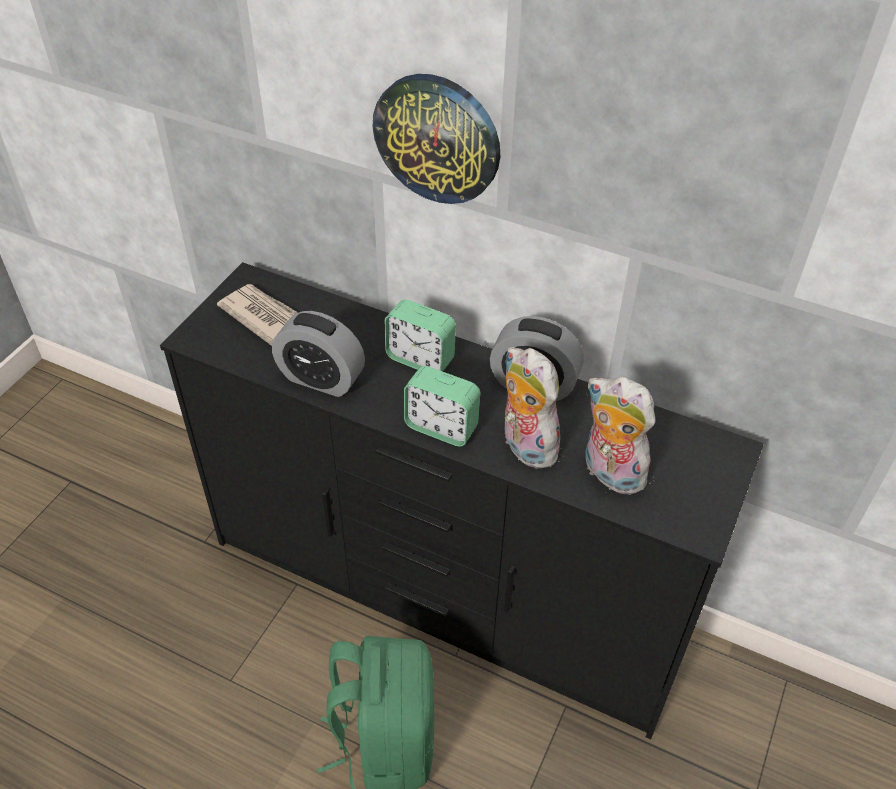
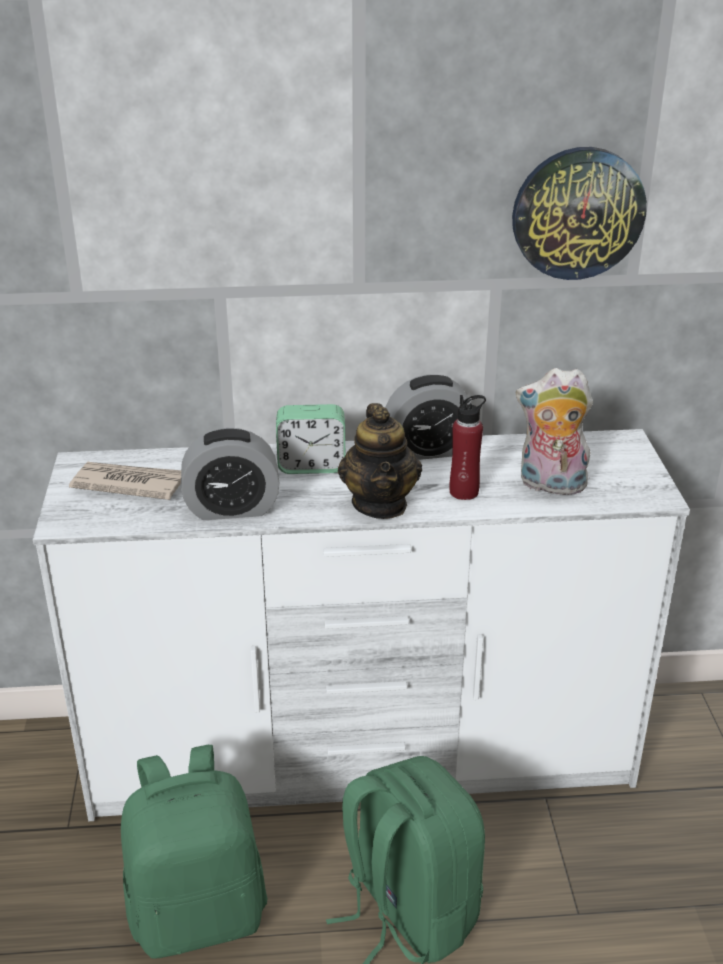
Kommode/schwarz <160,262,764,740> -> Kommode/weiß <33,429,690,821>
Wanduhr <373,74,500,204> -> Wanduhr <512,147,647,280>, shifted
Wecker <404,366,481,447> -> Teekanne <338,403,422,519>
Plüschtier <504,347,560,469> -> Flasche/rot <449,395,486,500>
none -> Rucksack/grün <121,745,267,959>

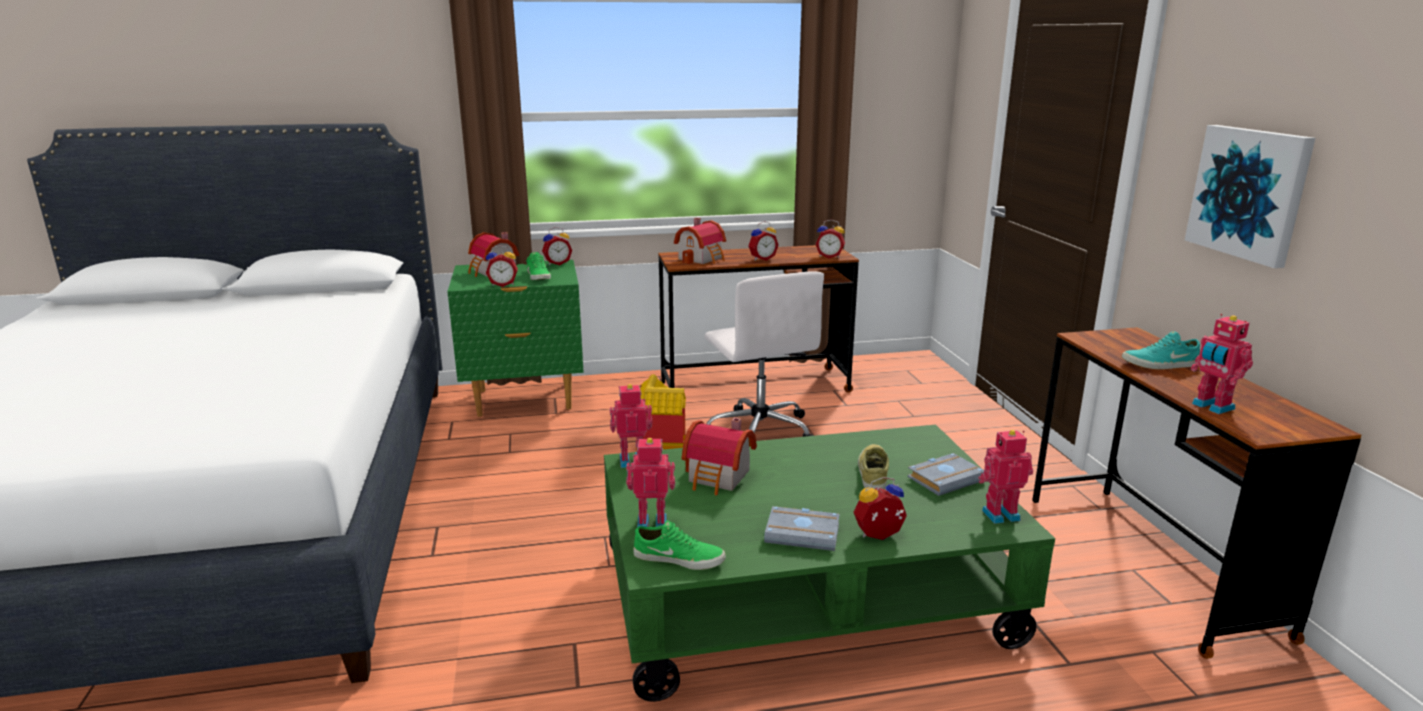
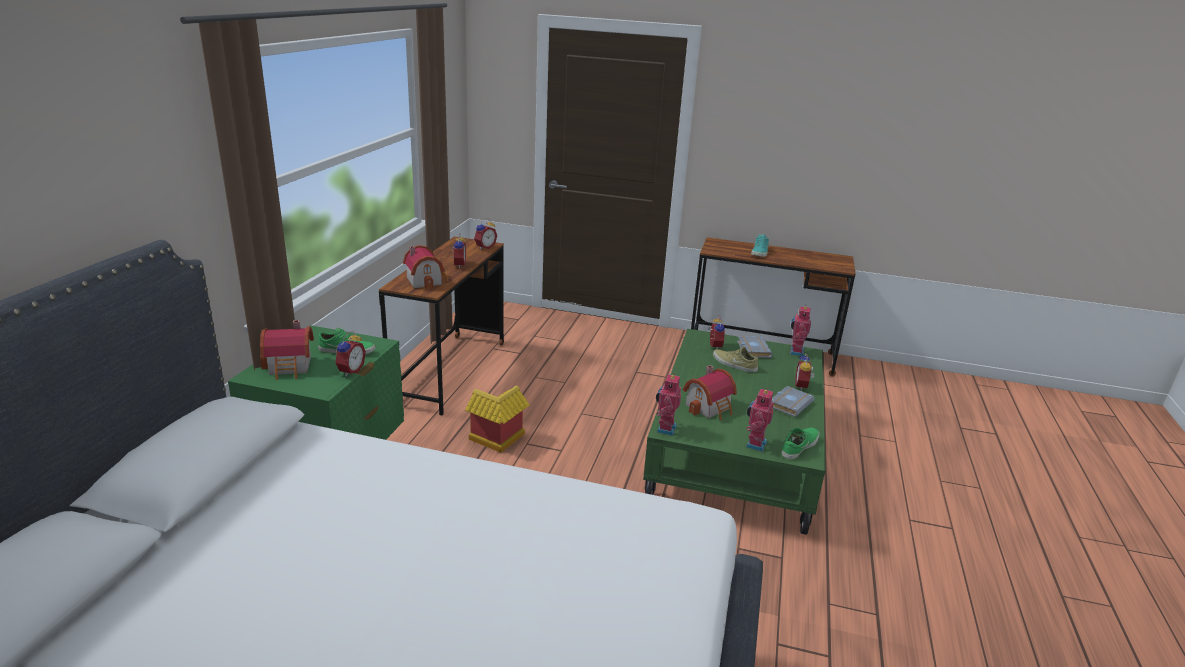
Wecker <542,227,572,265> -> Wecker <708,315,725,349>, shifted
Bürostuhl/weiß <705,271,824,437> -> none
Bild <1185,125,1315,268> -> none
Spielzeugroboter <1191,314,1253,414> -> none

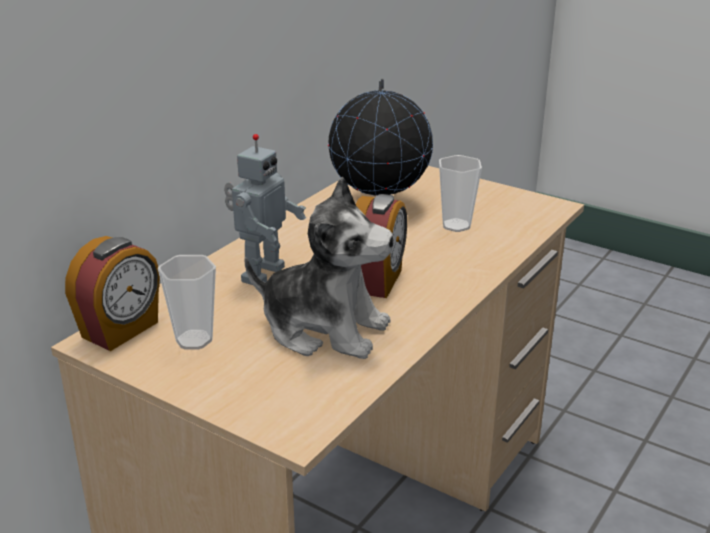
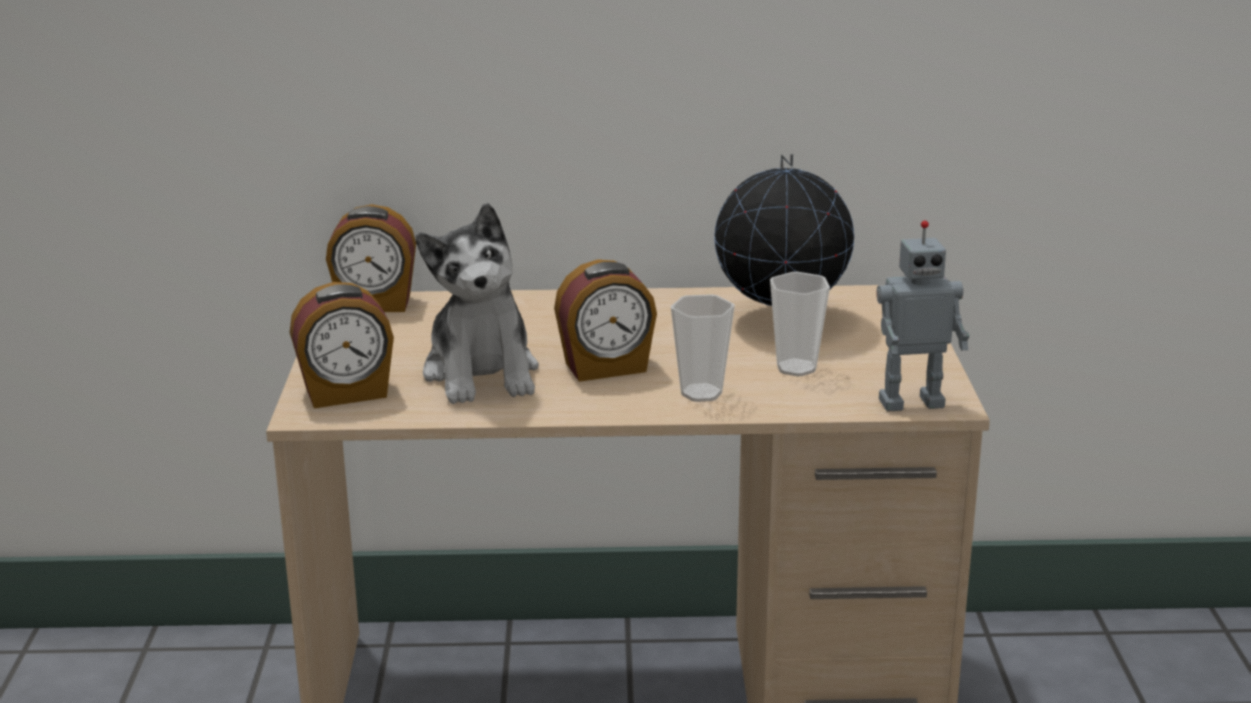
Tasse <158,255,216,349> -> Tasse <671,294,735,402>, shifted
Spielzeugroboter <224,134,306,285> -> Spielzeugroboter <876,220,969,412>, shifted
none -> Wecker <290,282,394,408>

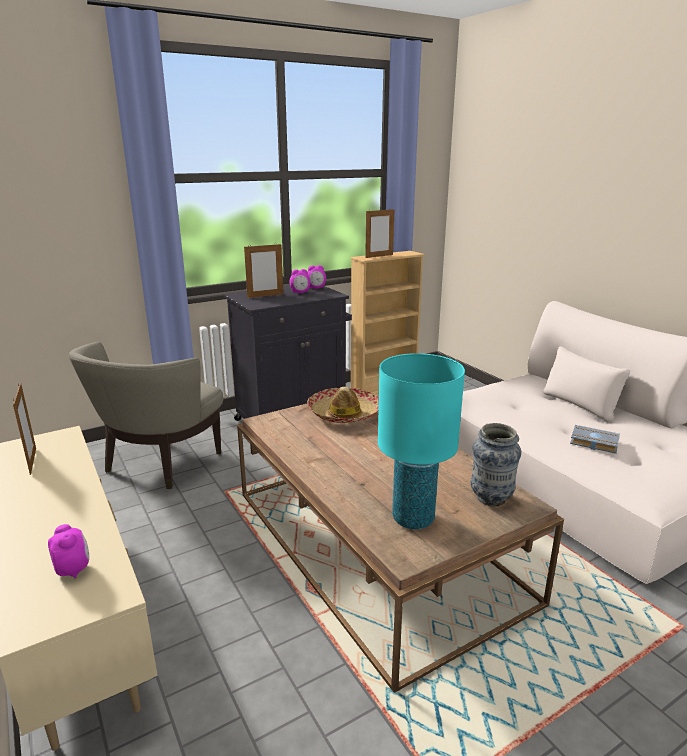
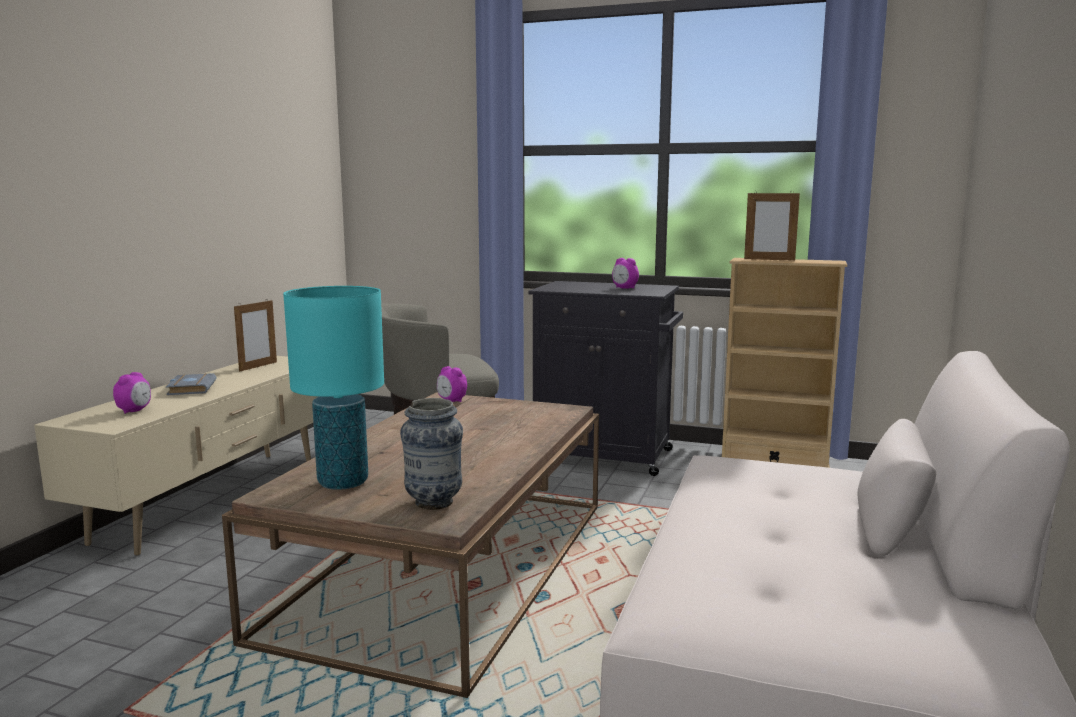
Bilderrahmen <244,244,283,298> -> none
Hut <307,387,379,423> -> none
Wecker <308,265,326,289> -> Wecker <437,366,467,402>, shifted
Buch/grau <570,425,620,454> -> Buch/grau <166,373,216,395>, shifted

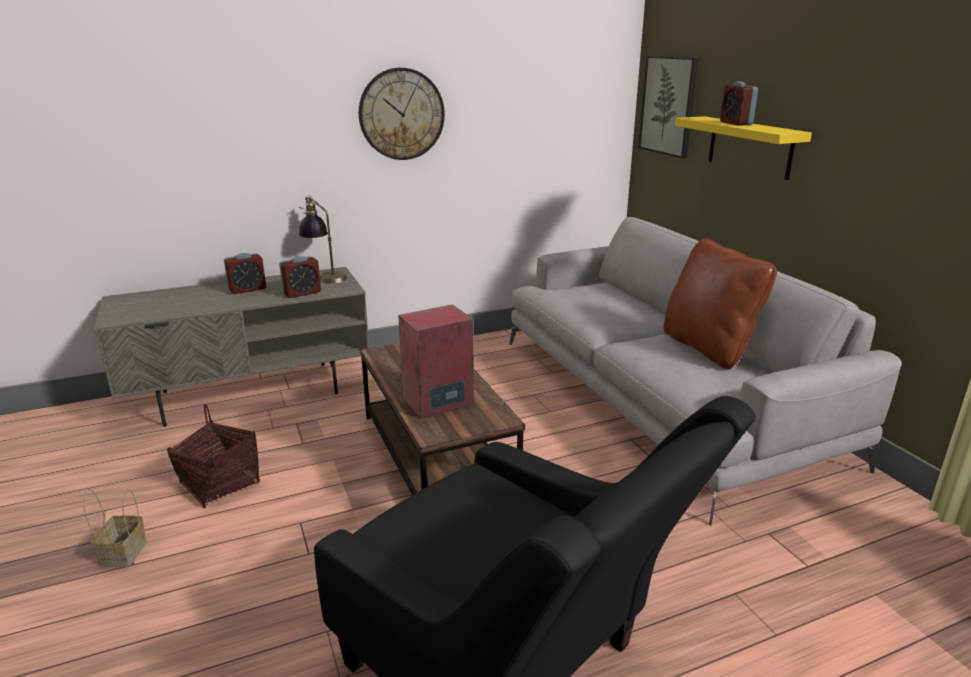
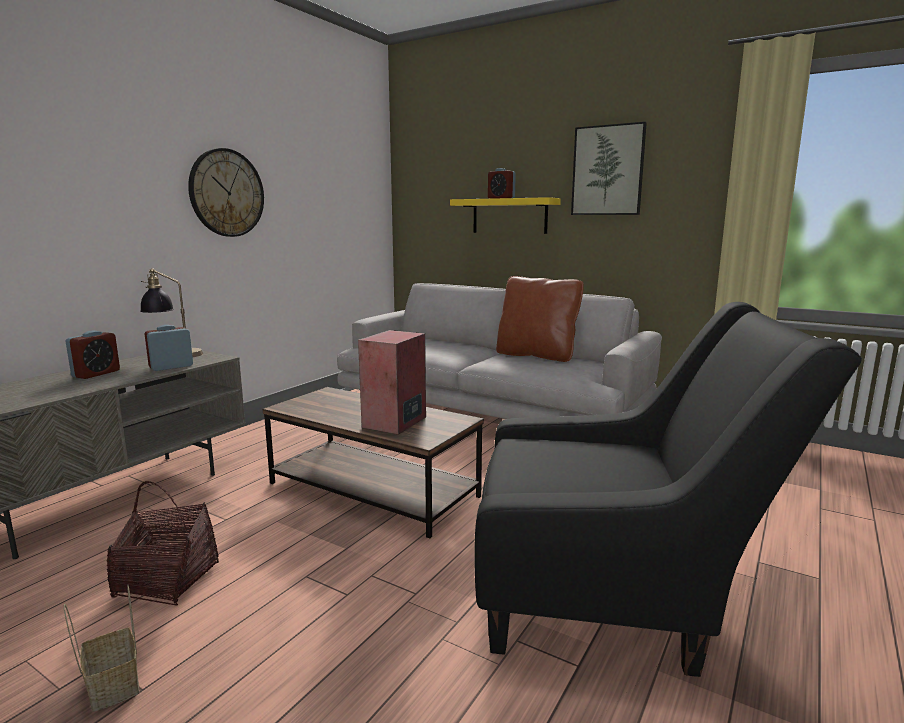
Wecker <279,256,321,298> -> Wecker <145,325,193,371>, 150 degrees counterclockwise
Bild <638,56,699,158> -> Bild <571,122,647,215>, shifted

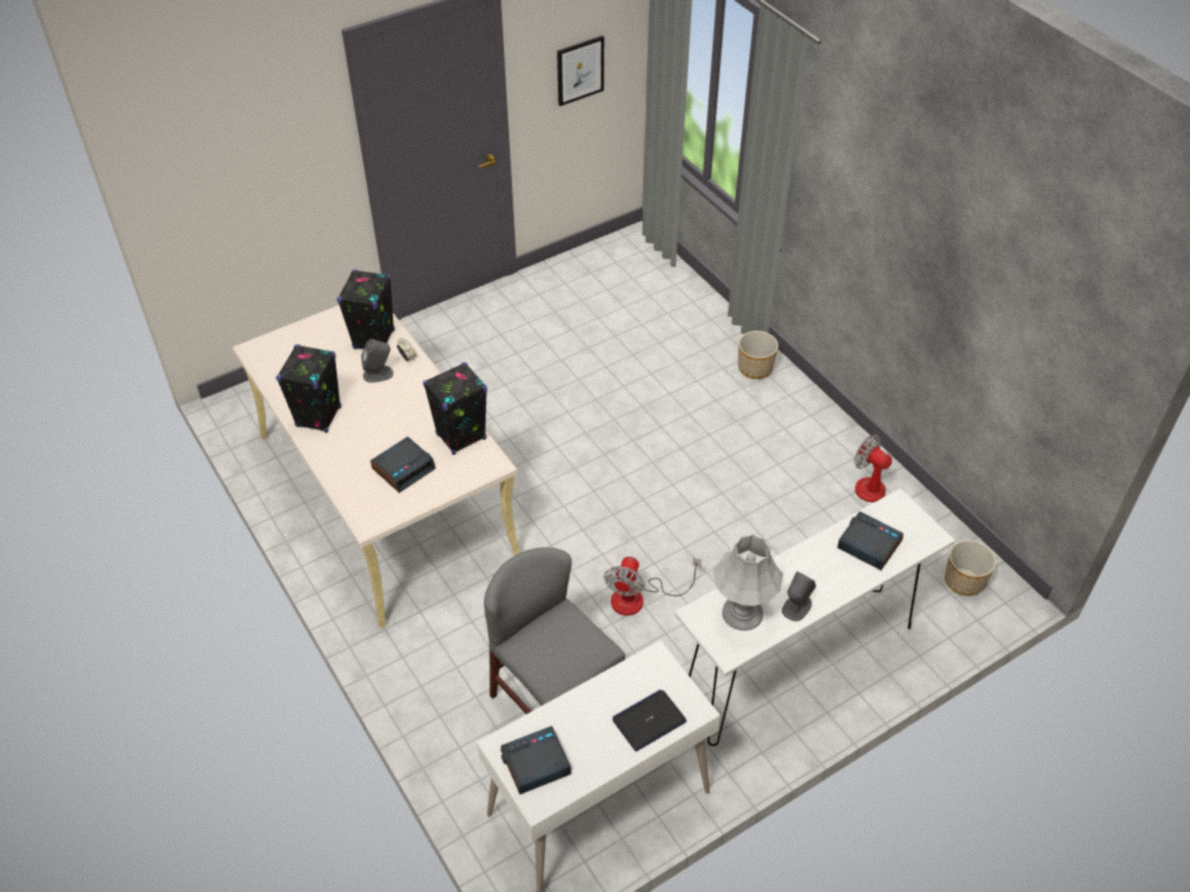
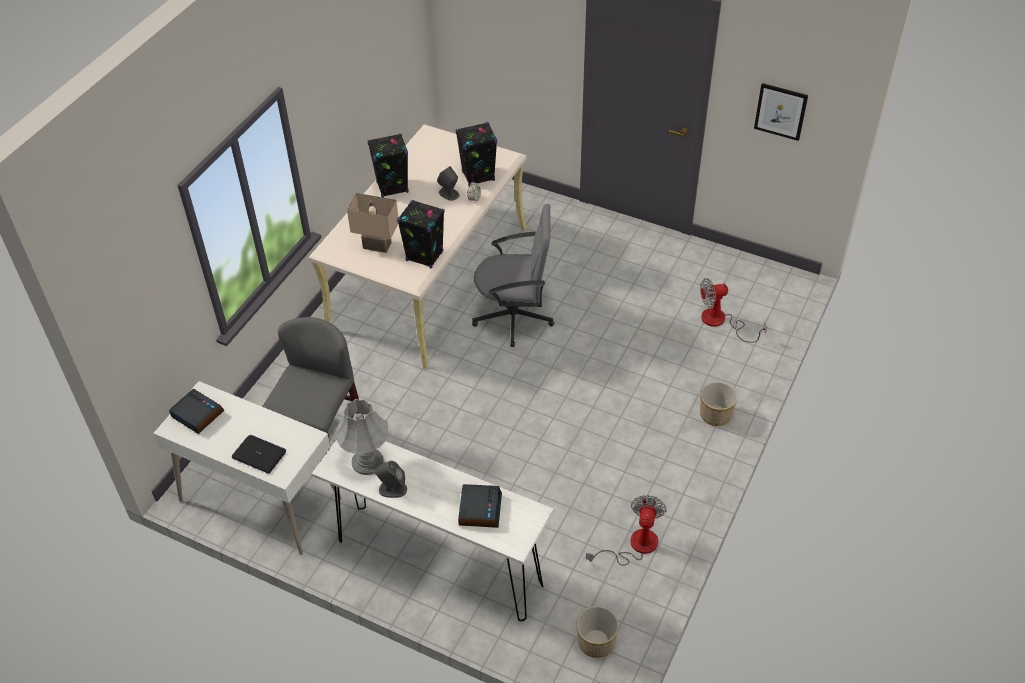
Wecker <370,437,436,493> -> Tischlampe/beige <347,193,398,253>
Ventilator <604,557,702,616> -> Ventilator <700,278,767,343>, shifted
none -> Bürostuhl/grau <472,204,554,347>

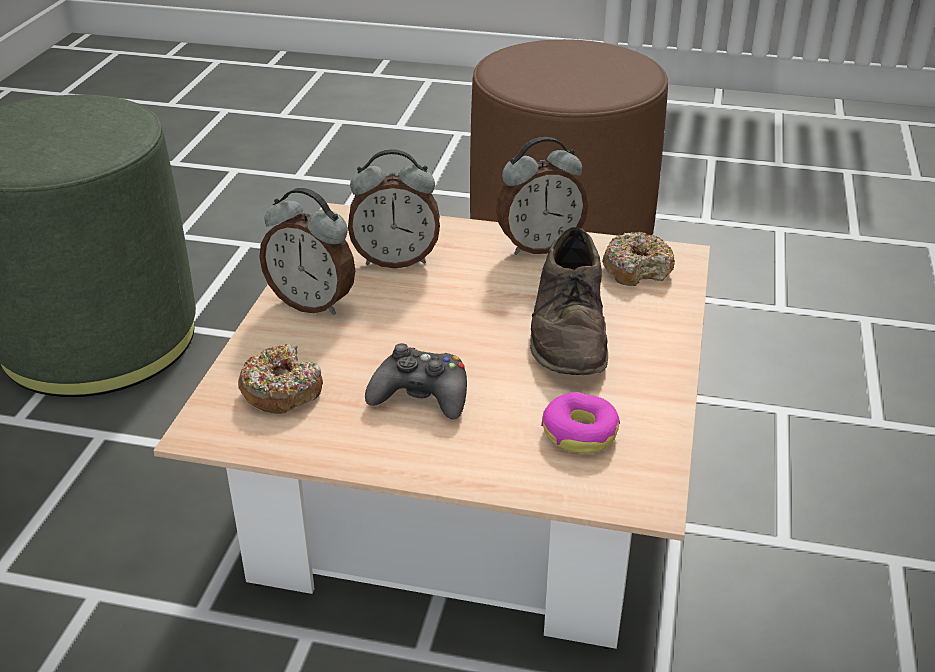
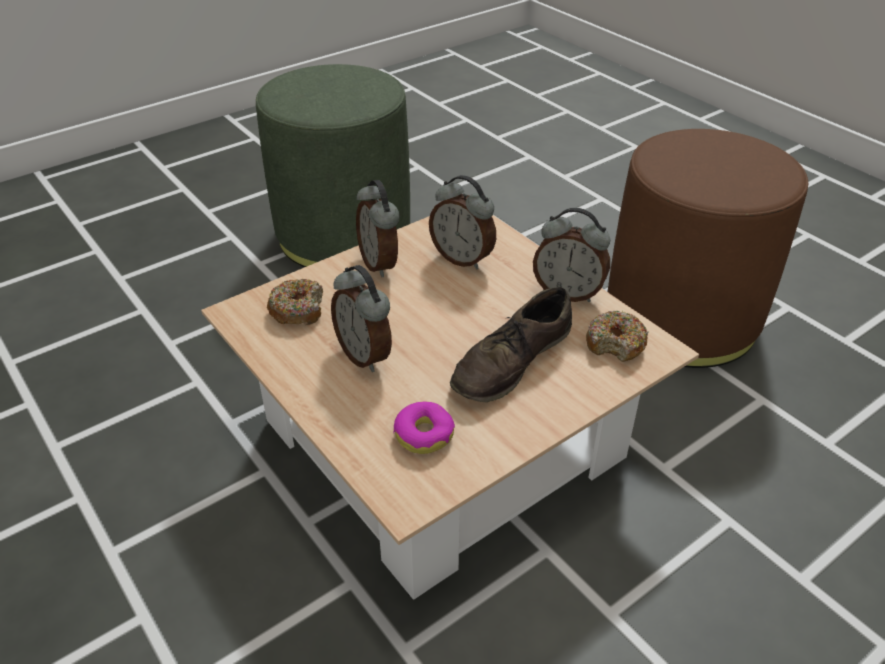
Gamepad/schwarz <365,343,467,420> -> Wecker <331,265,392,372>

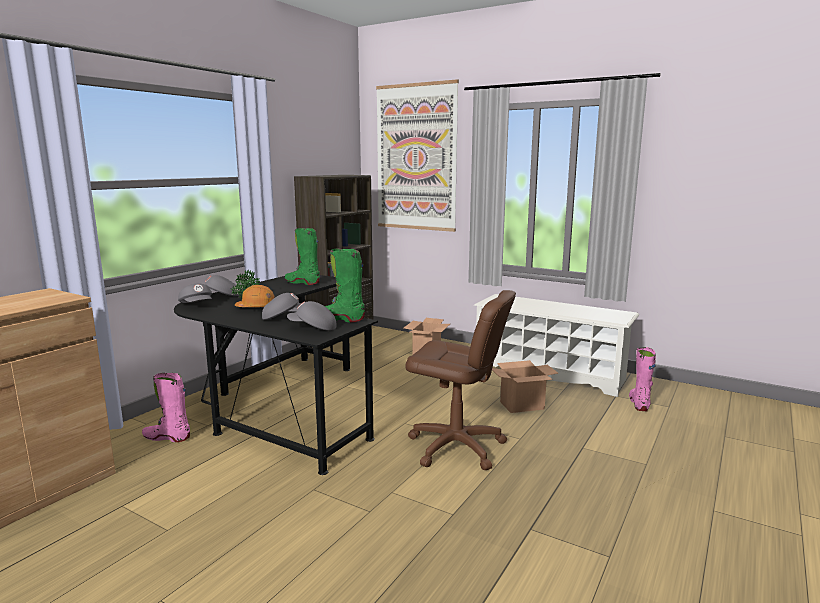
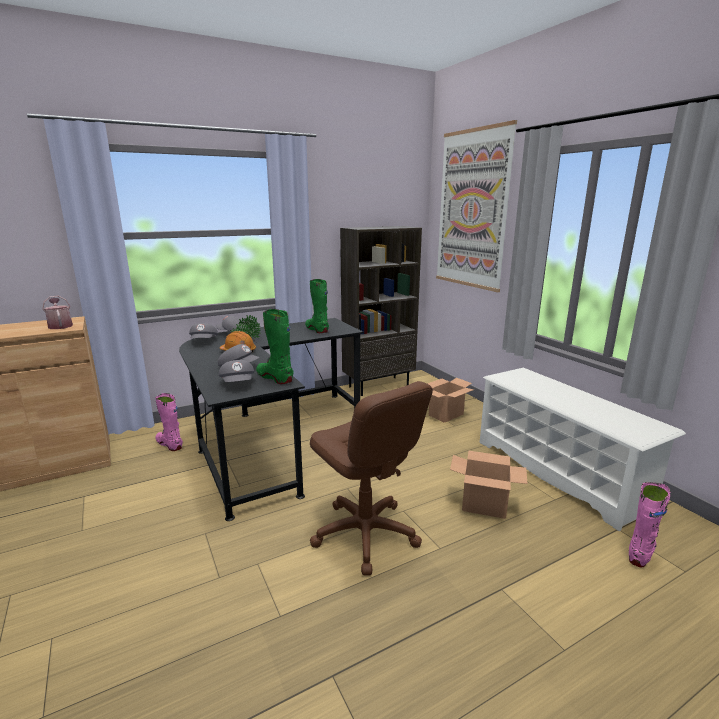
Kappe/grau <287,301,337,331> -> Kappe/grau <218,360,255,382>, 150 degrees counterclockwise
none -> Gießkanne <42,296,73,329>

